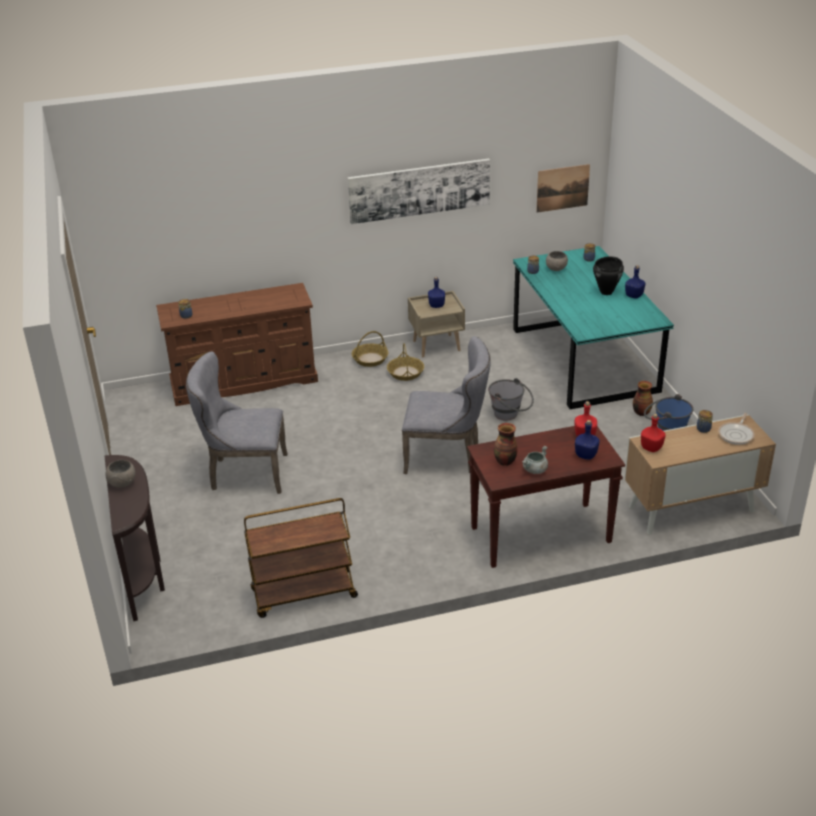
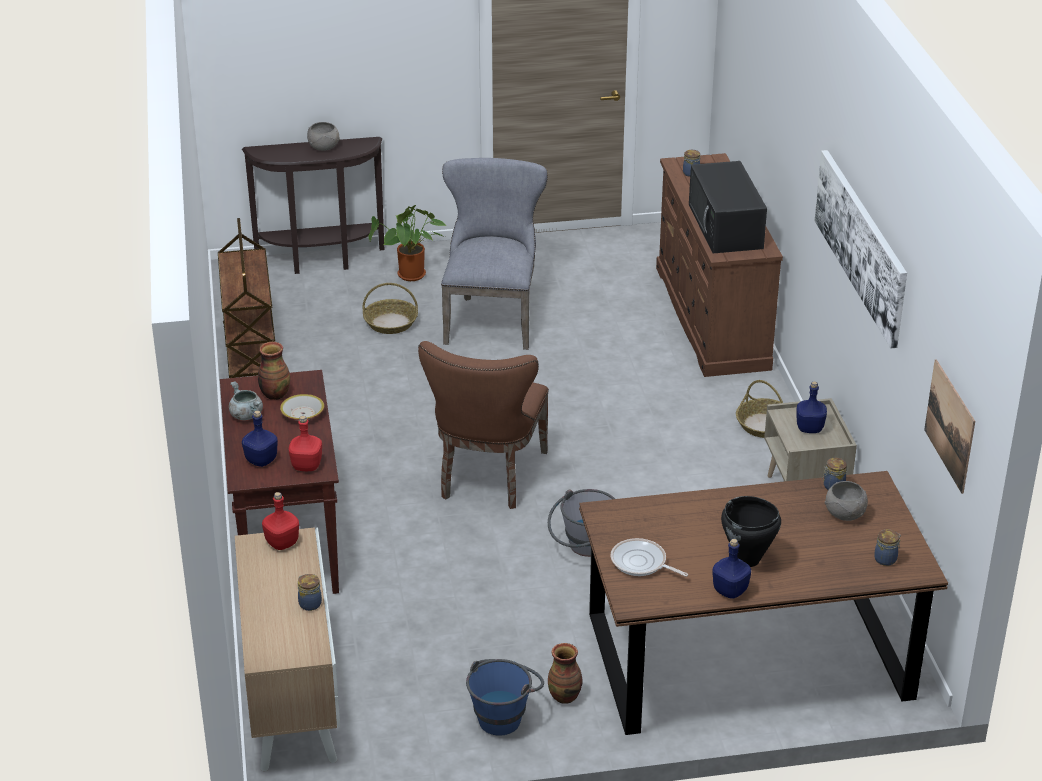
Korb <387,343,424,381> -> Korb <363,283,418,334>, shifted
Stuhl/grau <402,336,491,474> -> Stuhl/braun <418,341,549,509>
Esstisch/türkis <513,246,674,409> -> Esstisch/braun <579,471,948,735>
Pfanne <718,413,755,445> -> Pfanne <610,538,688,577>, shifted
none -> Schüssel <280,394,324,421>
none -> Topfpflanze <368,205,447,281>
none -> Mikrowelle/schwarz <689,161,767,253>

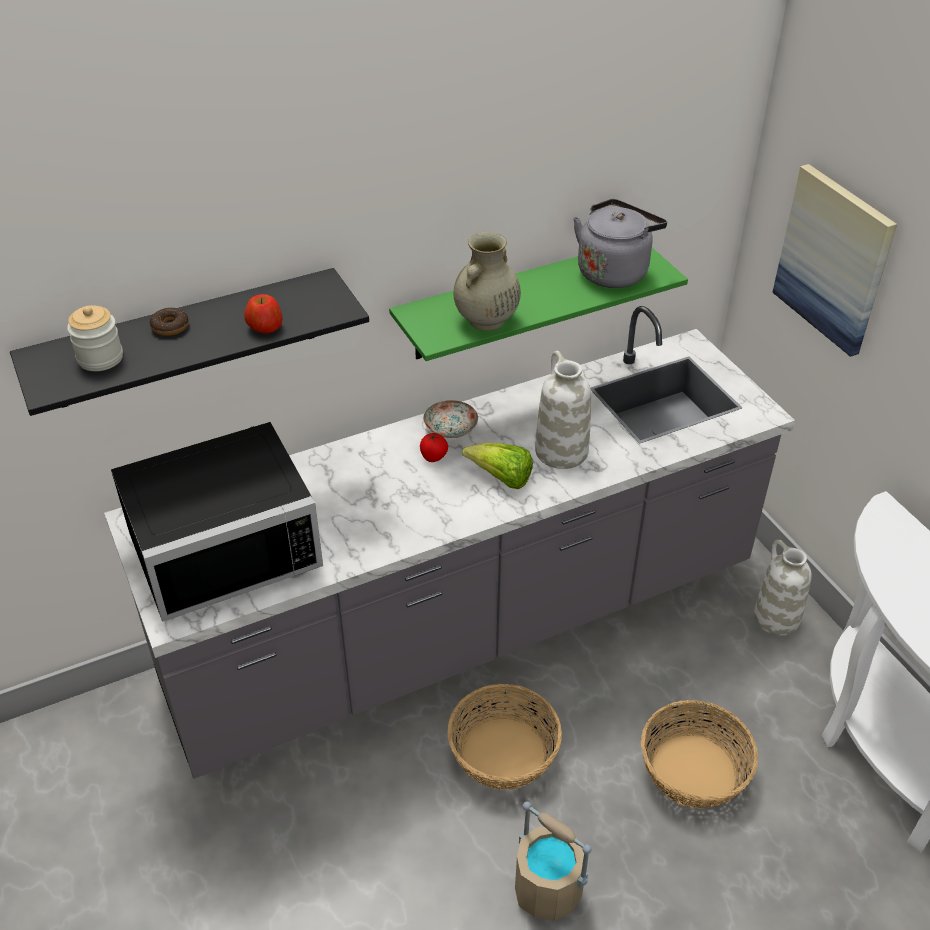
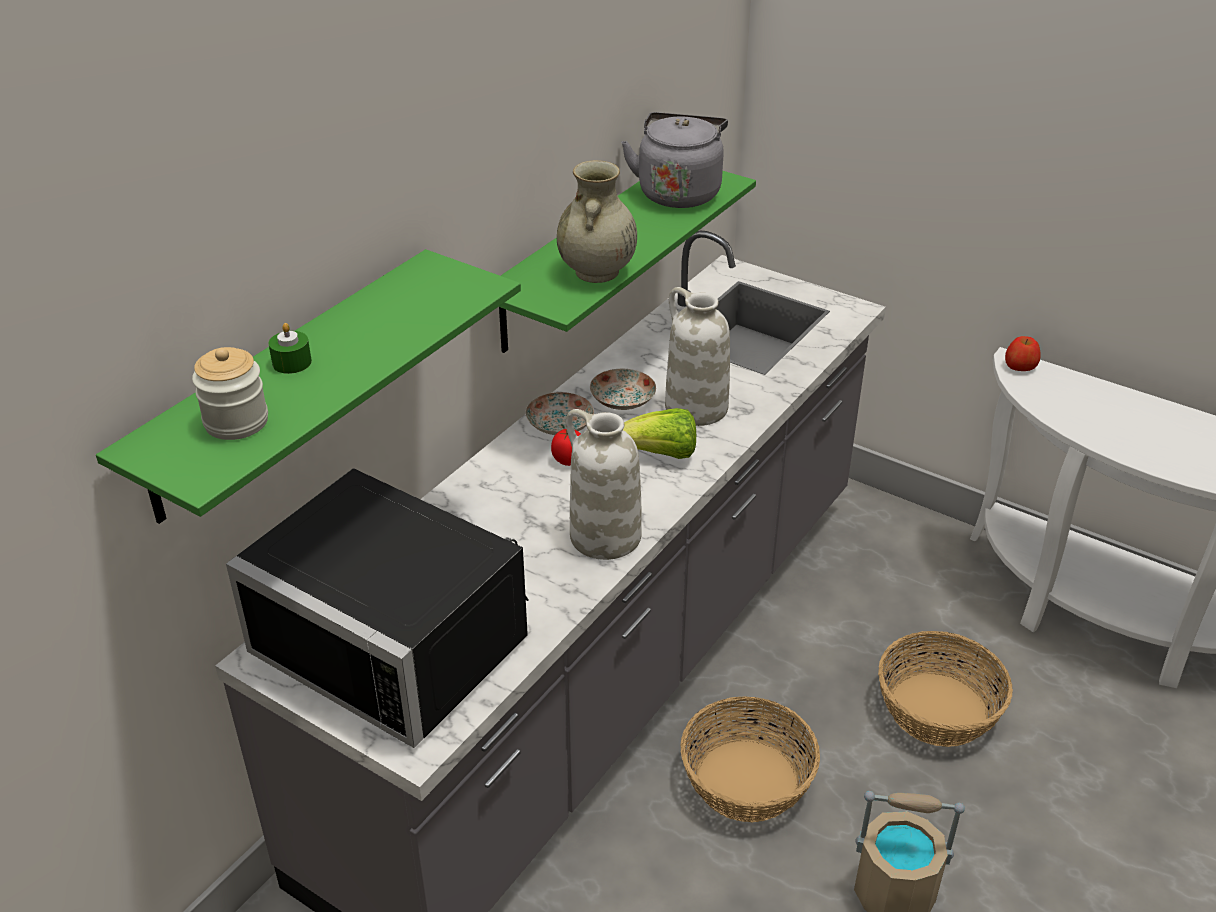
Wandregal/schwarz <10,268,369,416> -> Wandregal/grün <96,249,521,524>
Mikrowelle/schwarz <111,422,323,622> -> Mikrowelle/schwarz <226,468,529,748>, 90 degrees clockwise
Donut <150,308,189,336> -> Kerze/grün <268,323,312,374>
Apfel <244,294,283,334> -> Apfel <1005,336,1041,371>, shifted
Vase/weiß <754,540,812,636> -> Vase/weiß <566,409,642,560>, shifted
Bild <772,164,897,357> -> none
none -> Teller <590,369,656,410>

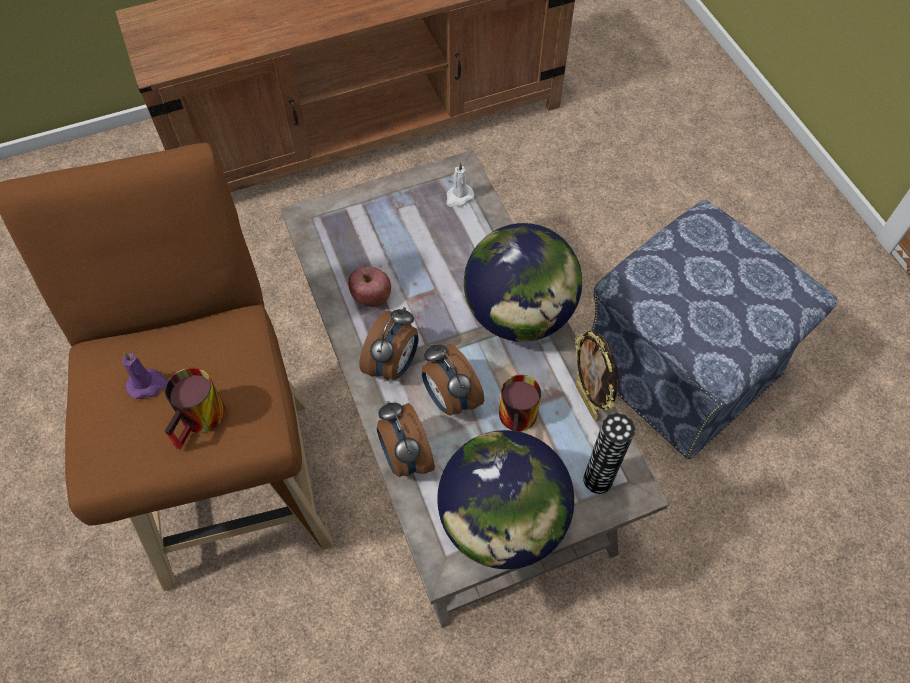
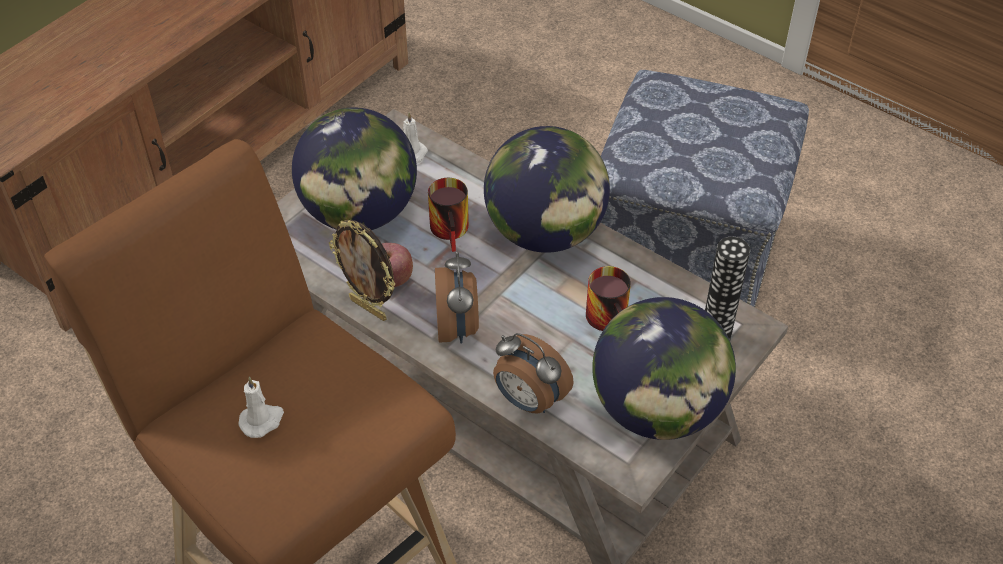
Kerze/lila <122,352,168,399> -> Kerze/weiß <238,376,284,438>
Henkelbecher <165,367,225,450> -> Henkelbecher <428,178,469,252>, shifted
Wecker <422,343,484,416> -> none
Bilderrahmen <575,331,618,420> -> Bilderrahmen <329,220,396,321>, shifted
none -> Globus <292,107,417,230>

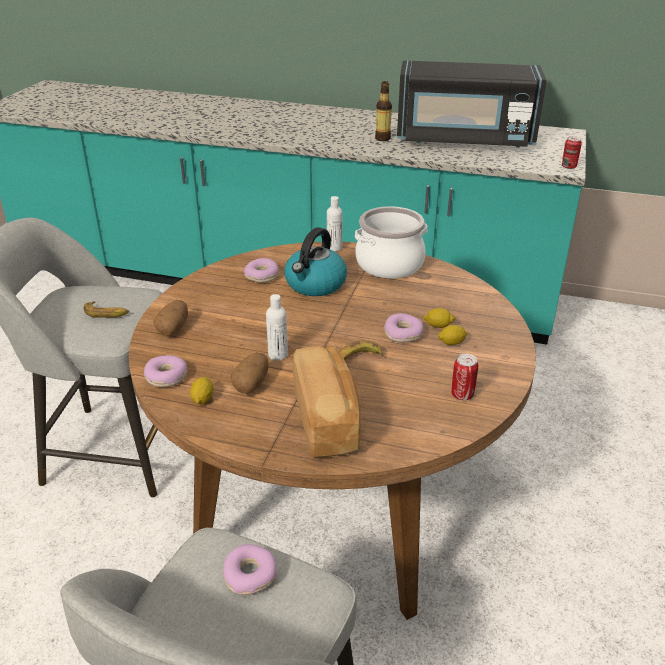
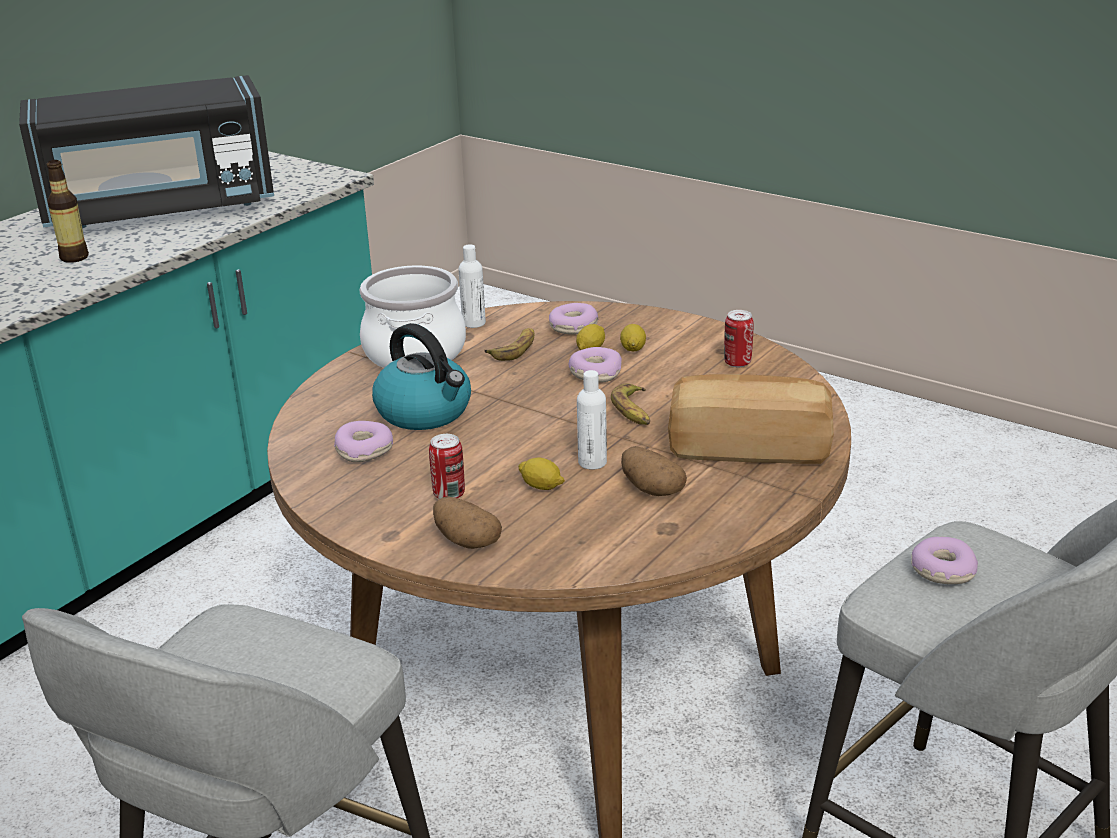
Banane <84,301,129,318> -> Banane <485,328,534,361>, shifted
Donut <144,355,188,387> -> Donut <549,303,599,335>, shifted
Zitrone <190,377,214,405> -> Zitrone <518,457,565,490>, shifted
Flasche/weiß <327,196,343,252> -> Flasche/weiß <459,244,486,328>, shifted
Mikrowelle/schwarz <397,61,547,148> -> Mikrowelle/schwarz <19,75,274,228>, 45 degrees clockwise
Dose <562,136,582,169> -> Dose <429,434,465,499>, shifted

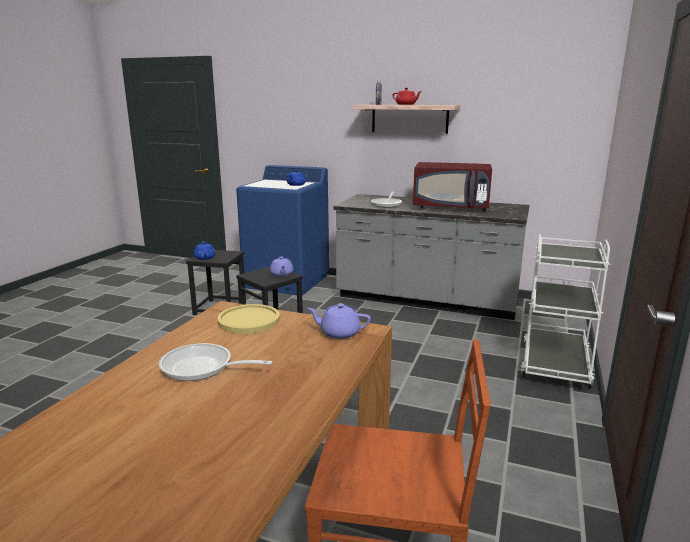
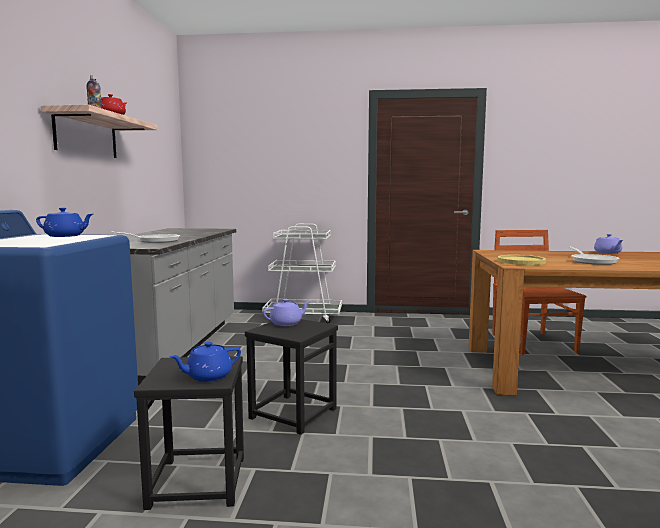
Teekanne/lila <307,303,371,339> -> Teekanne/lila <594,234,623,254>, shifted
Mikrowelle/rot <413,162,492,211> -> none

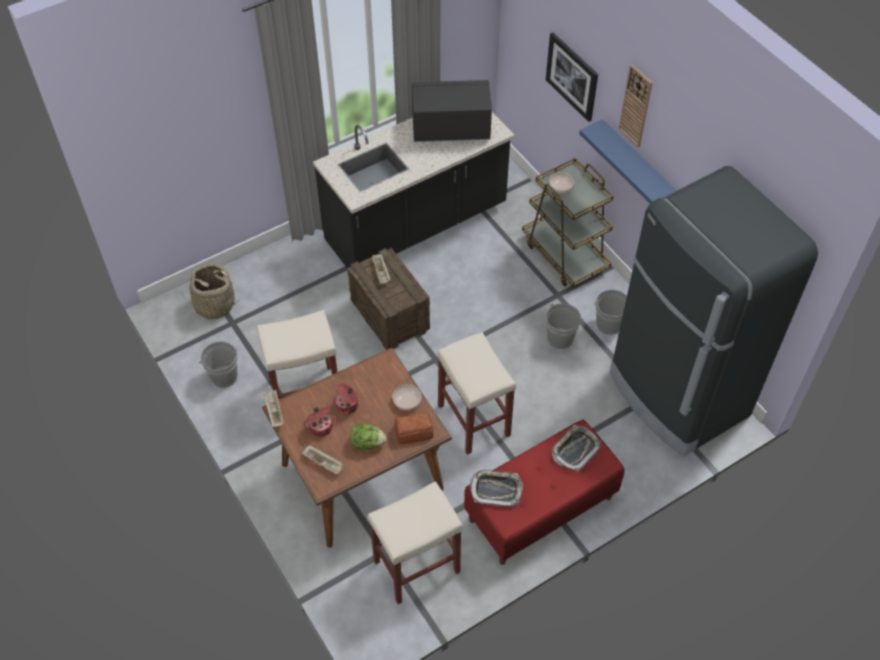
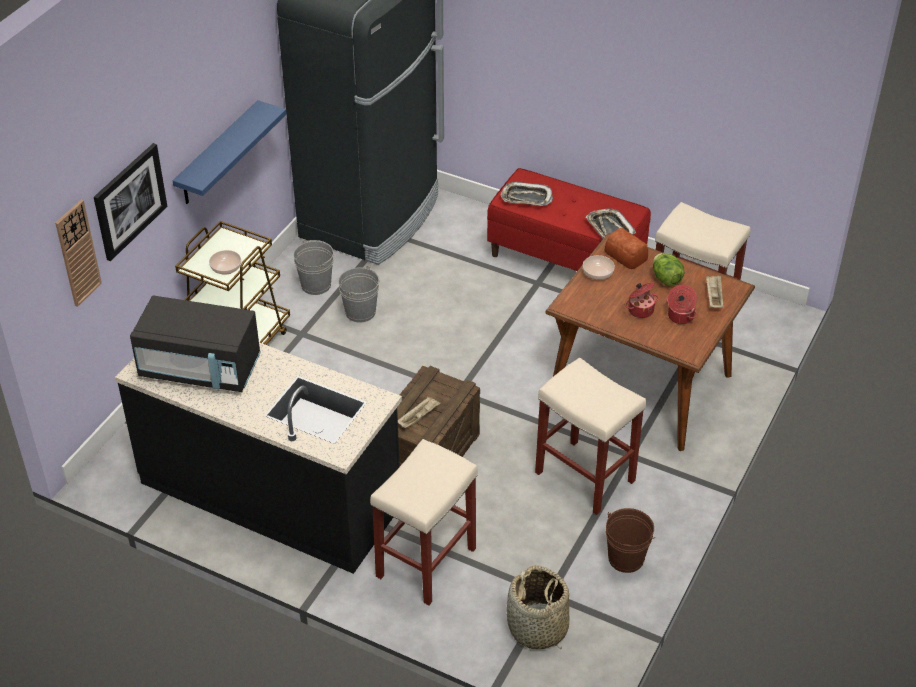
Eimer/grau <199,341,239,388> -> Eimer/braun <606,508,655,573>
Tablett/beige <264,390,284,427> -> none
Mikrowelle/schwarz <412,80,492,142> -> Mikrowelle/schwarz <130,295,261,392>, 45 degrees counterclockwise
Hocker/beige <437,332,516,455> -> Hocker/beige <370,439,478,605>, shifted
Wanduhr <619,64,653,147> -> Wanduhr <55,200,102,307>, shifted

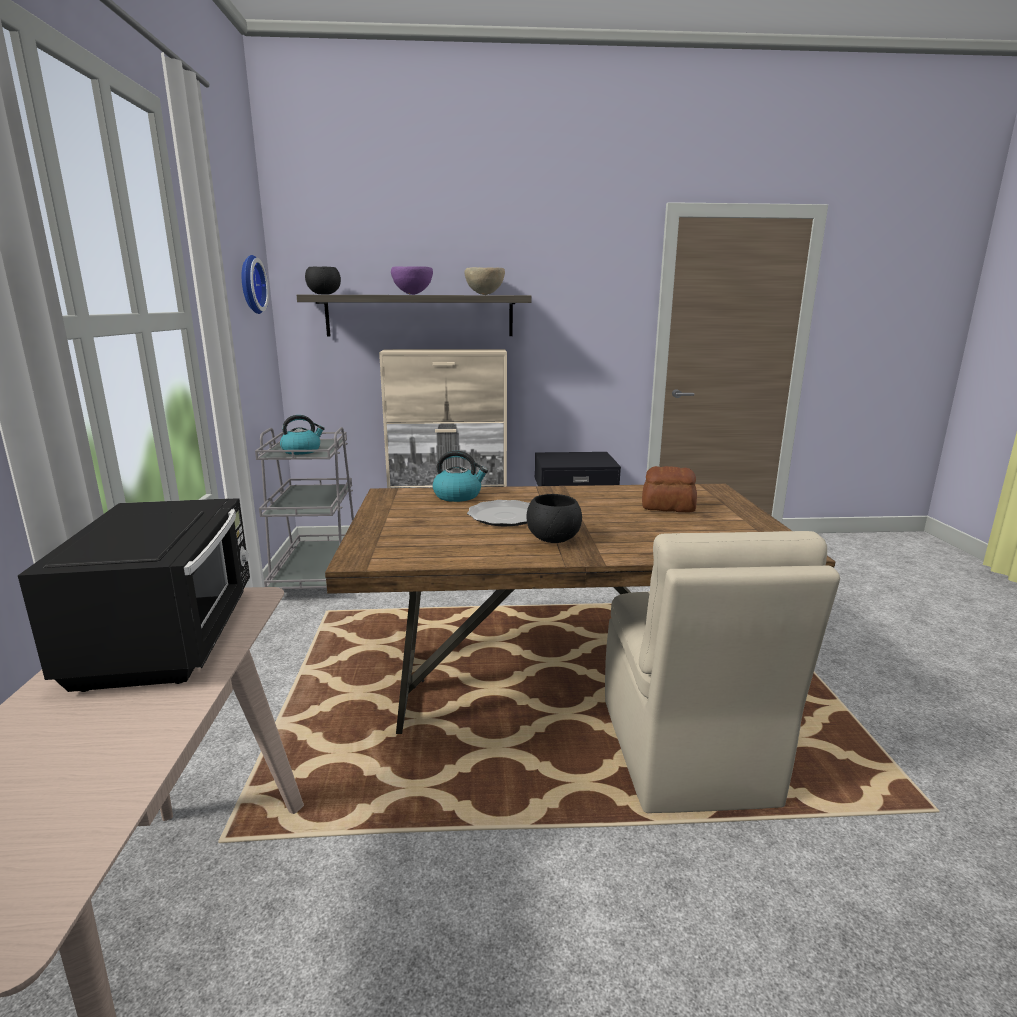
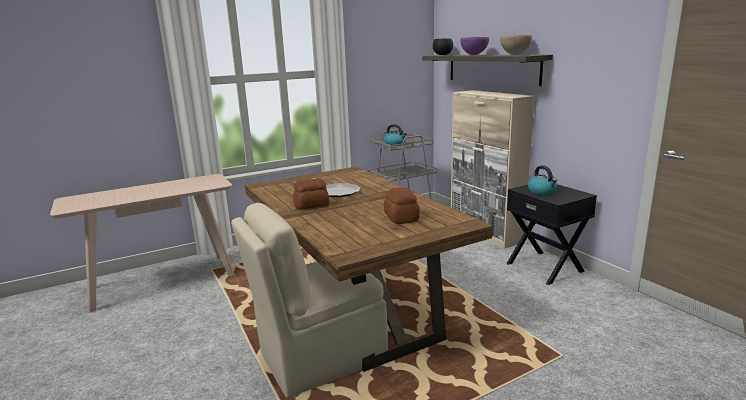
Mikrowelle/schwarz <18,498,250,692> -> none
Wanduhr <242,255,269,314> -> none
Wasserkessel <433,451,488,502> -> Wasserkessel <528,165,558,195>, shifted
Schüssel/schwarz <526,494,582,543> -> Brot <293,178,329,210>

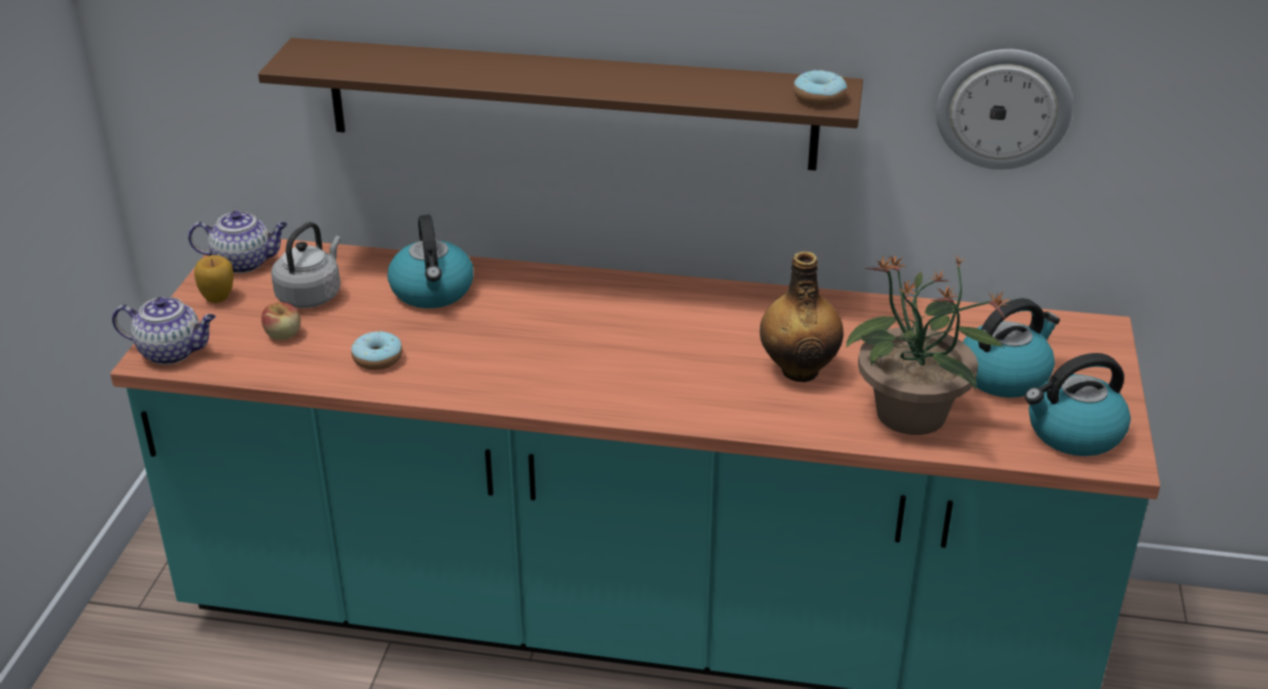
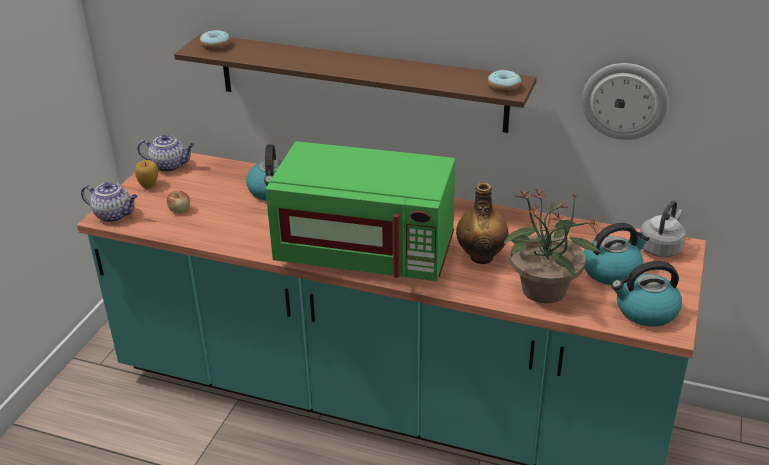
Wasserkessel/grau <271,222,341,308> -> Wasserkessel/grau <640,200,686,257>, shifted
Donut <351,331,402,370> -> Donut <200,30,230,50>, shifted
none -> Mikrowelle/grün <265,141,456,281>

